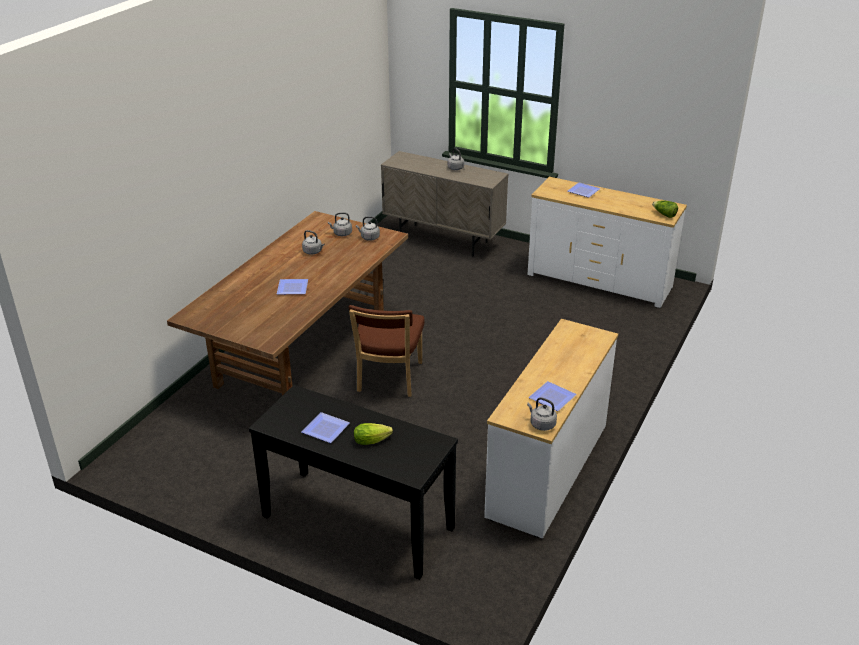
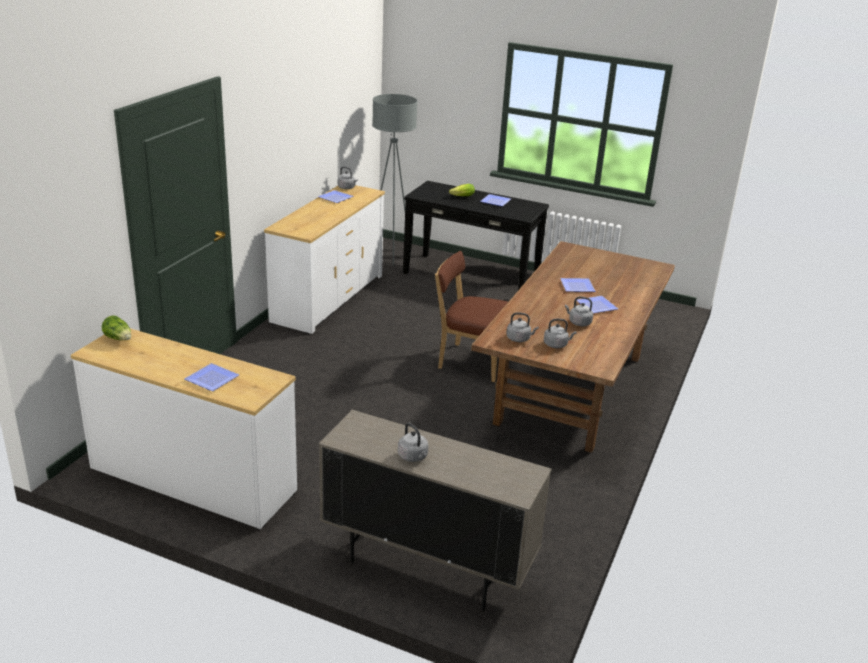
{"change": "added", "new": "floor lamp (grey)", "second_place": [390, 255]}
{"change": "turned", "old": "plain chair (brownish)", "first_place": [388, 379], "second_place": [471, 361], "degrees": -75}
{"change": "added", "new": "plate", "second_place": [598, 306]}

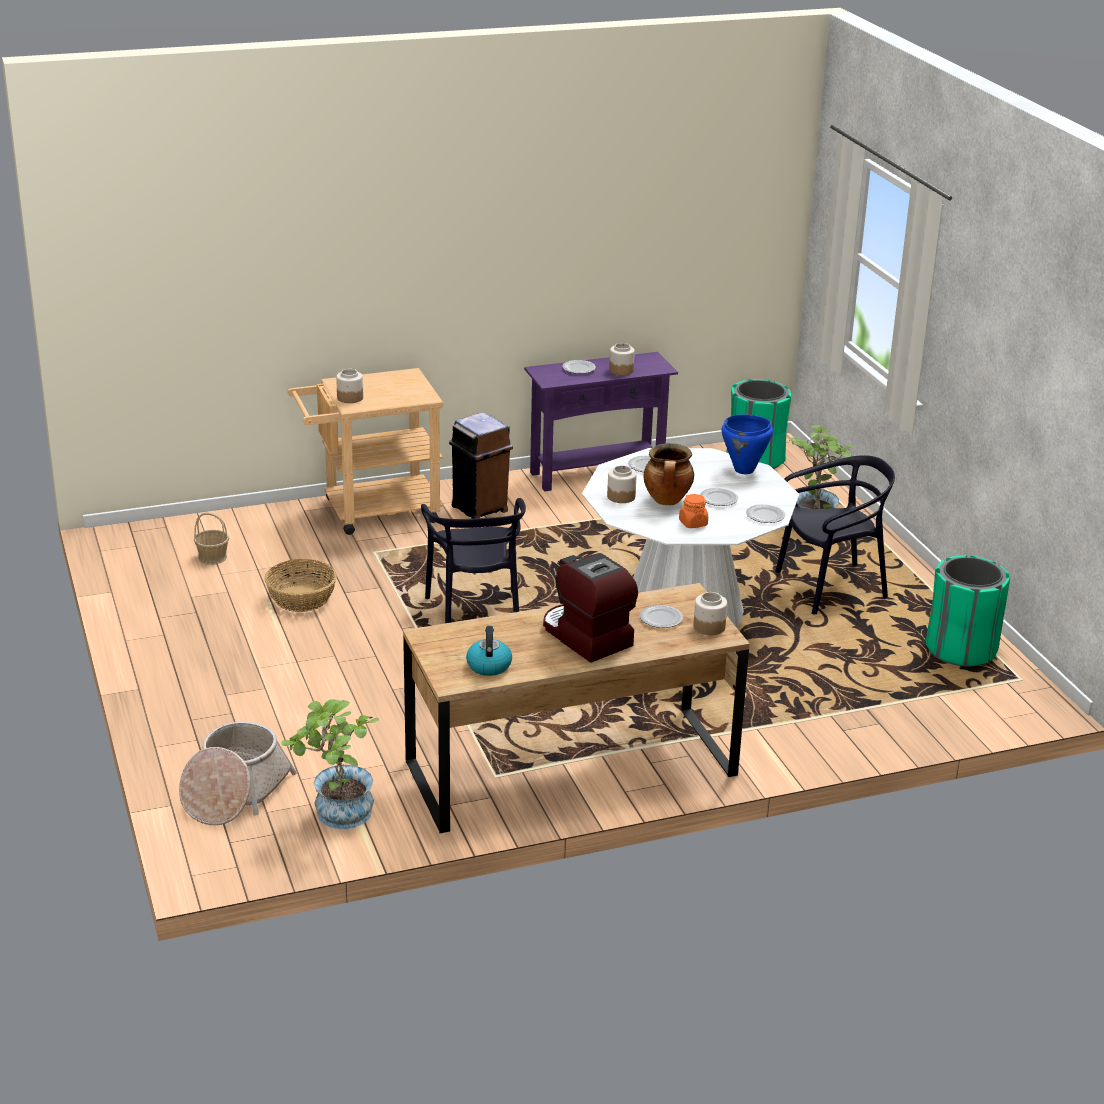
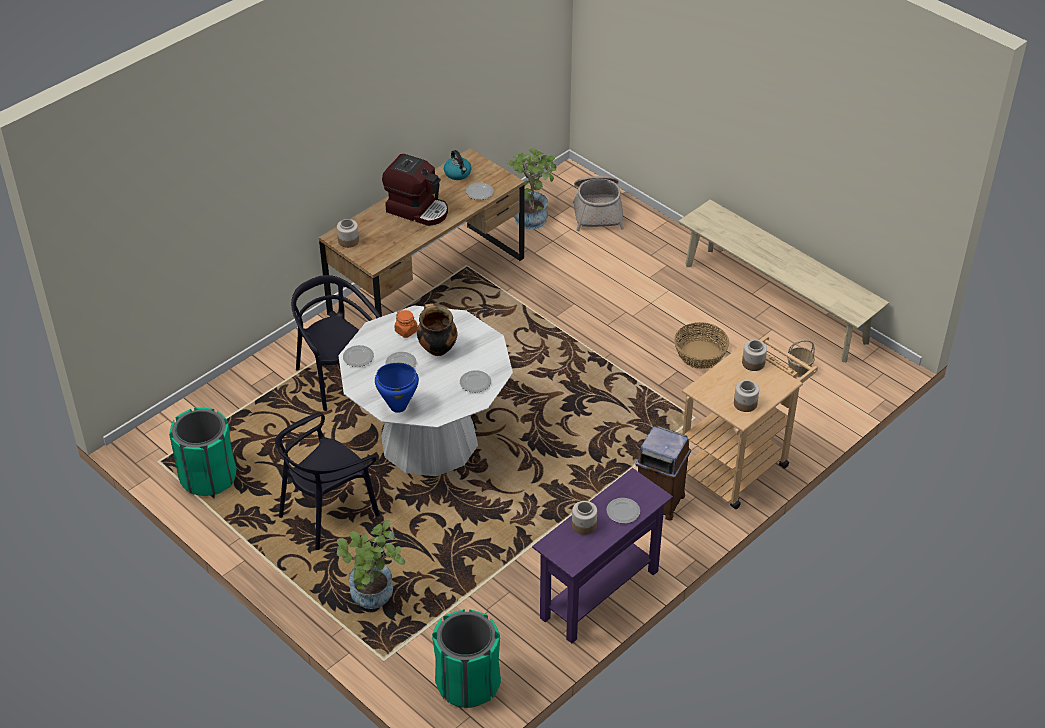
{"change": "moved", "old": "plain chair (blackish)", "first_place": [476, 616], "second_place": [338, 378]}
{"change": "moved", "old": "plate", "first_place": [661, 619], "second_place": [479, 192]}
{"change": "added", "new": "indoor bench (beige-coloured)", "second_place": [775, 303]}
{"change": "moved", "old": "storage jar", "first_place": [621, 496], "second_place": [745, 404]}

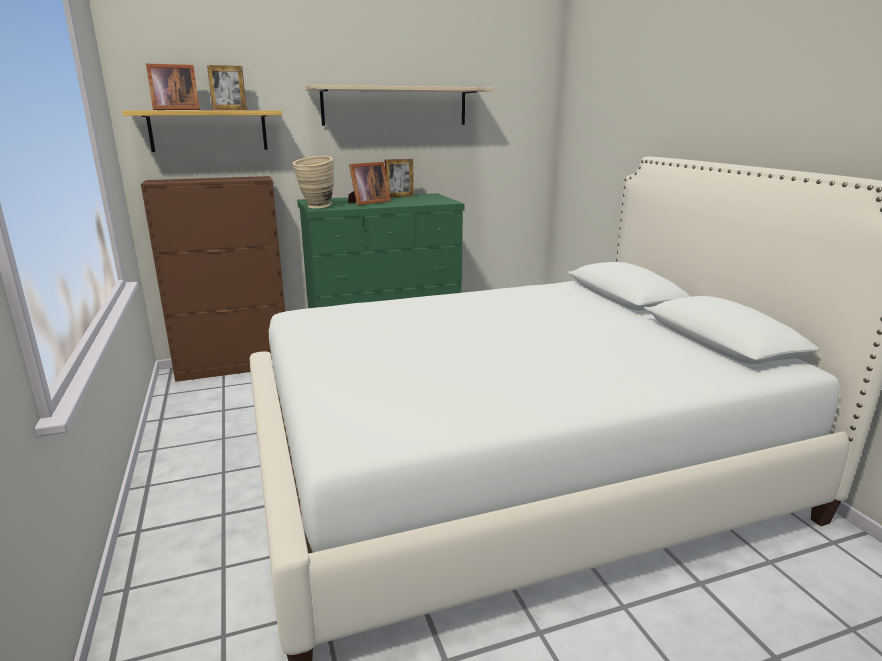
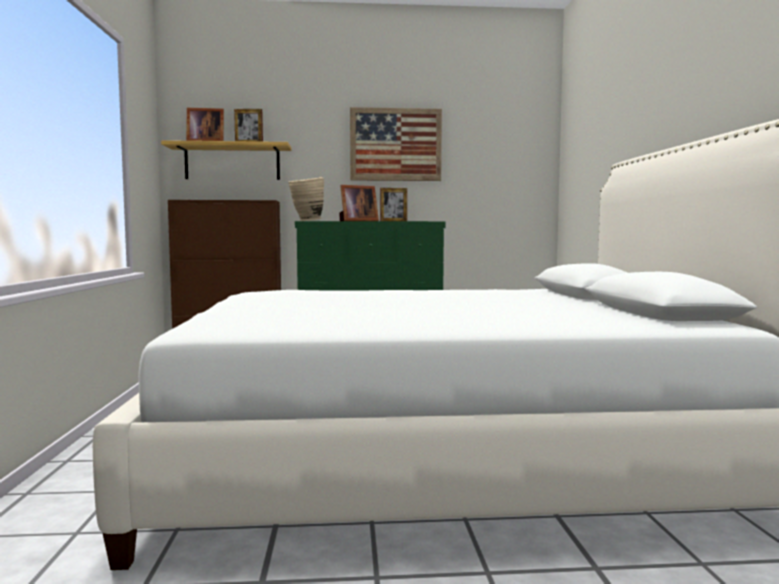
{"change": "replaced", "old": "wall shelf (beige-coloured)", "new": "wall picture", "first_place": [395, 106], "second_place": [395, 144]}

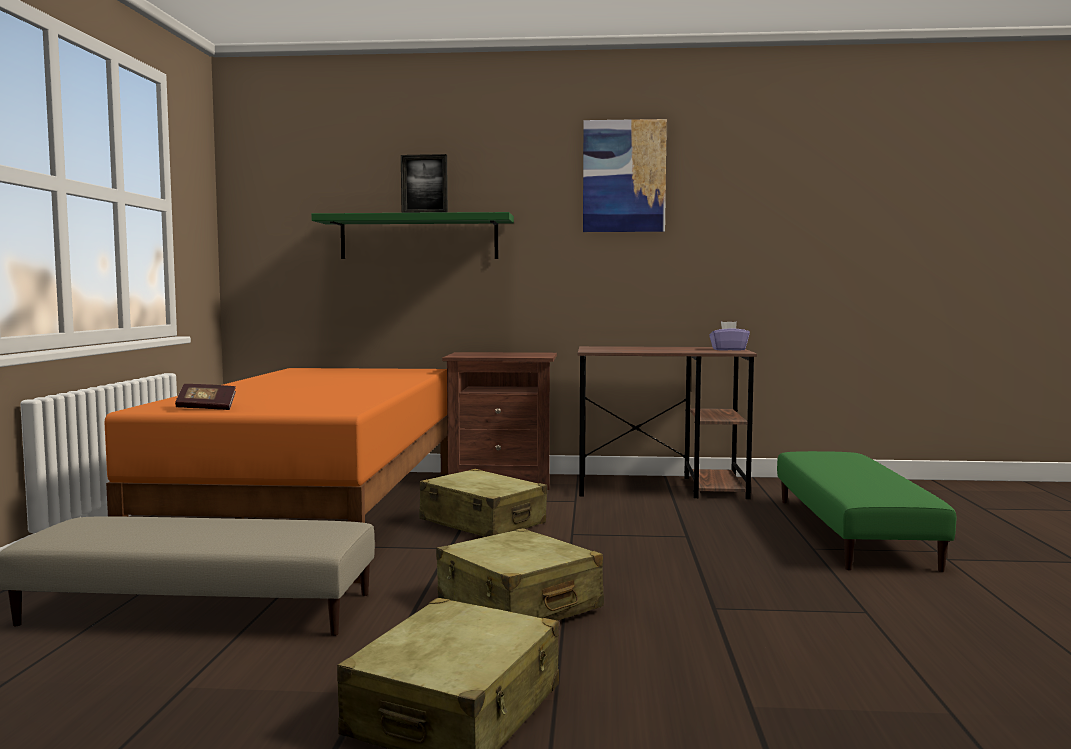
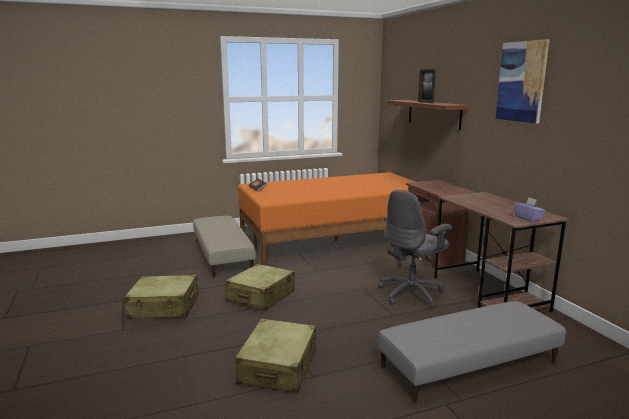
{"change": "moved", "old": "travel case (beige-coloured)", "first_place": [482, 522], "second_place": [278, 367]}
{"change": "added", "new": "office chair (grey)", "second_place": [412, 294]}
{"change": "recoloured", "old": "pouffe (greenish)", "new": "pouffe (grey)", "first_place": [850, 532], "second_place": [468, 364]}
{"change": "recoloured", "old": "wall shelf (greenish)", "new": "wall shelf (brownish)", "first_place": [419, 237], "second_place": [433, 114]}

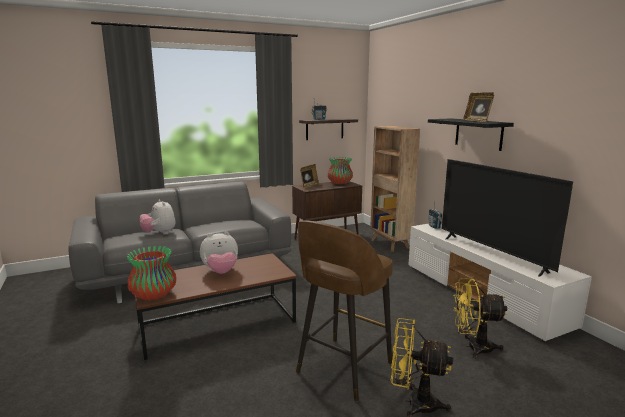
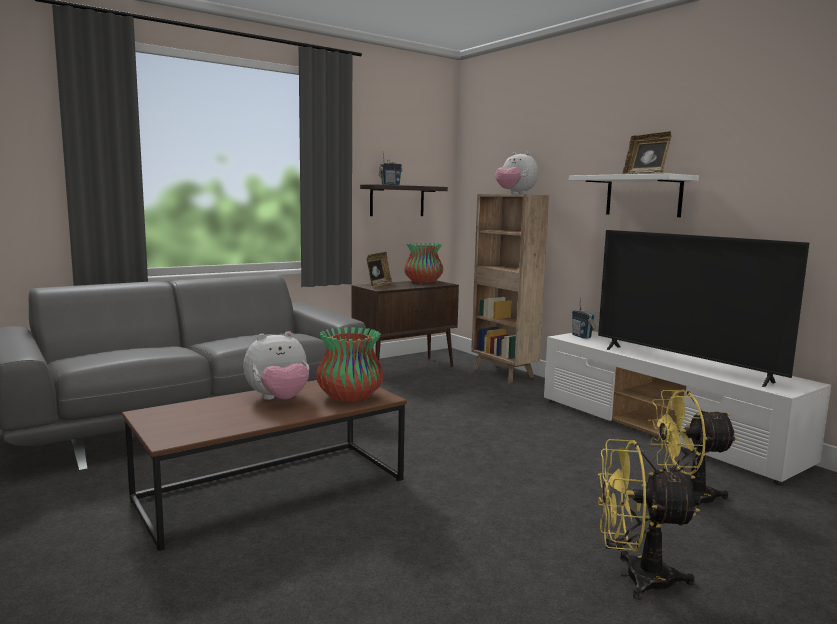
{"change": "moved", "old": "vase", "first_place": [153, 295], "second_place": [349, 397]}
{"change": "moved", "old": "plush toy", "first_place": [159, 233], "second_place": [515, 194]}
{"change": "recoloured", "old": "wall shelf (blackish)", "new": "wall shelf (white-coloured)", "first_place": [478, 134], "second_place": [643, 196]}
{"change": "removed", "old": "stool seat (brownish)", "first_place": [342, 369]}

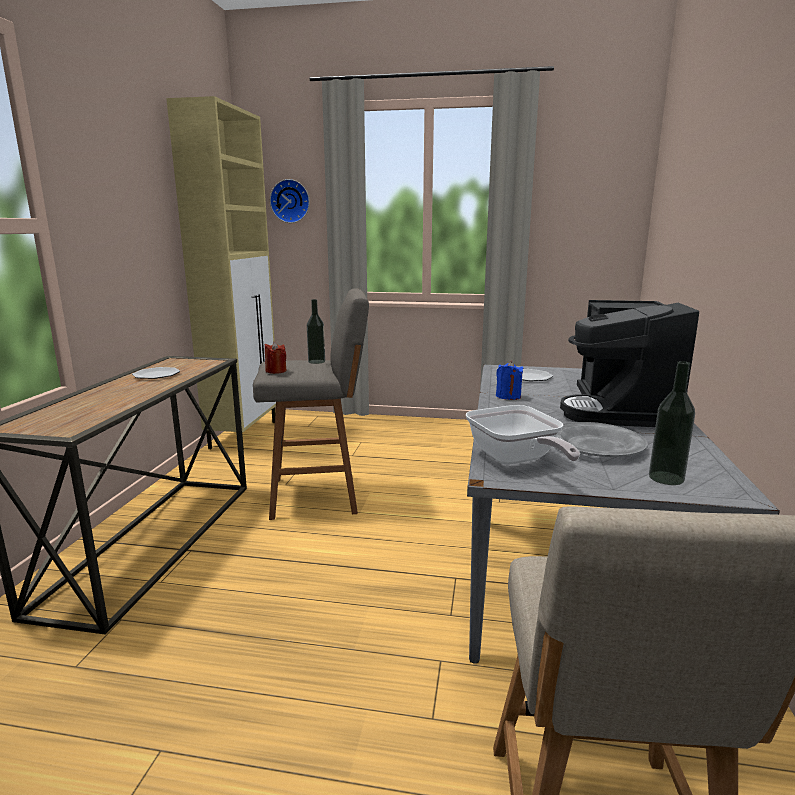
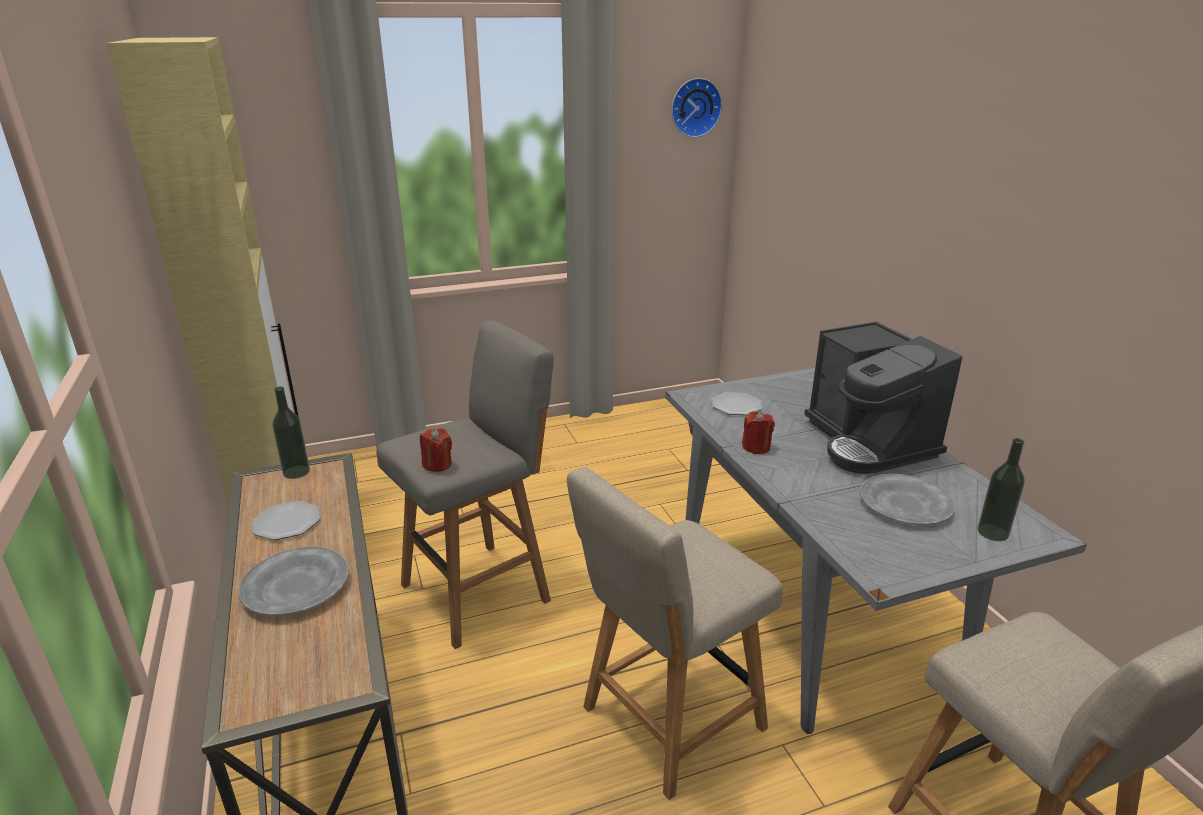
{"change": "added", "new": "plate (grey)", "second_place": [297, 586]}
{"change": "moved", "old": "bottle", "first_place": [316, 361], "second_place": [296, 472]}
{"change": "added", "new": "plain chair (beige-coloured)", "second_place": [666, 722]}
{"change": "moved", "old": "hanging clock", "first_place": [290, 201], "second_place": [694, 107]}
{"change": "recoloured", "old": "candle (blue-coloured)", "new": "candle (reddish)", "first_place": [508, 396], "second_place": [756, 447]}
{"change": "removed", "old": "skillet", "first_place": [515, 460]}

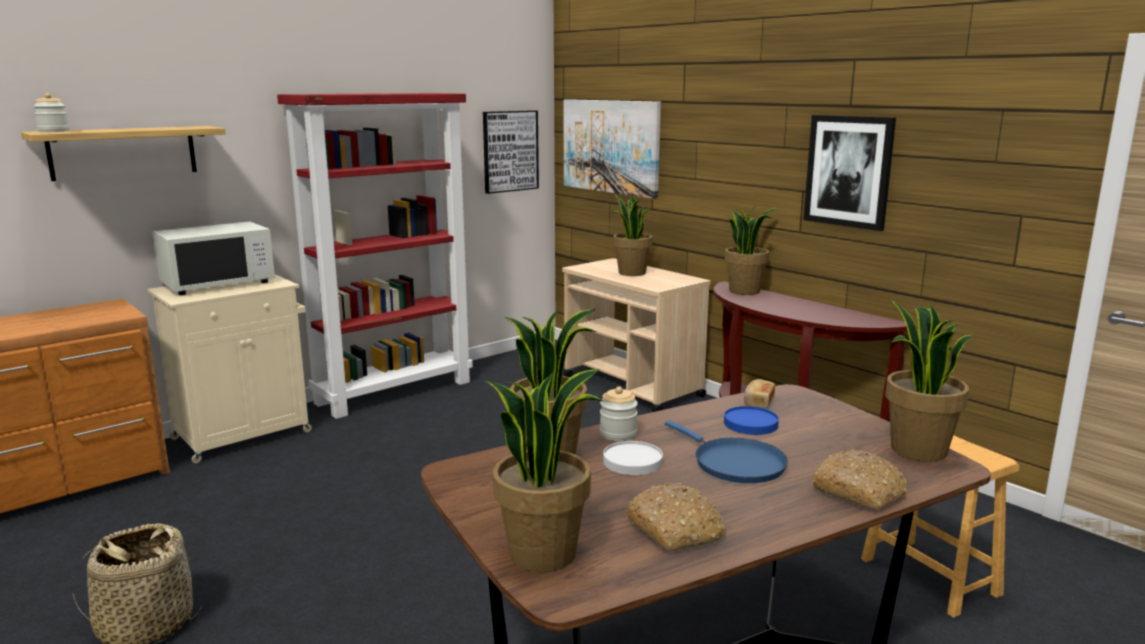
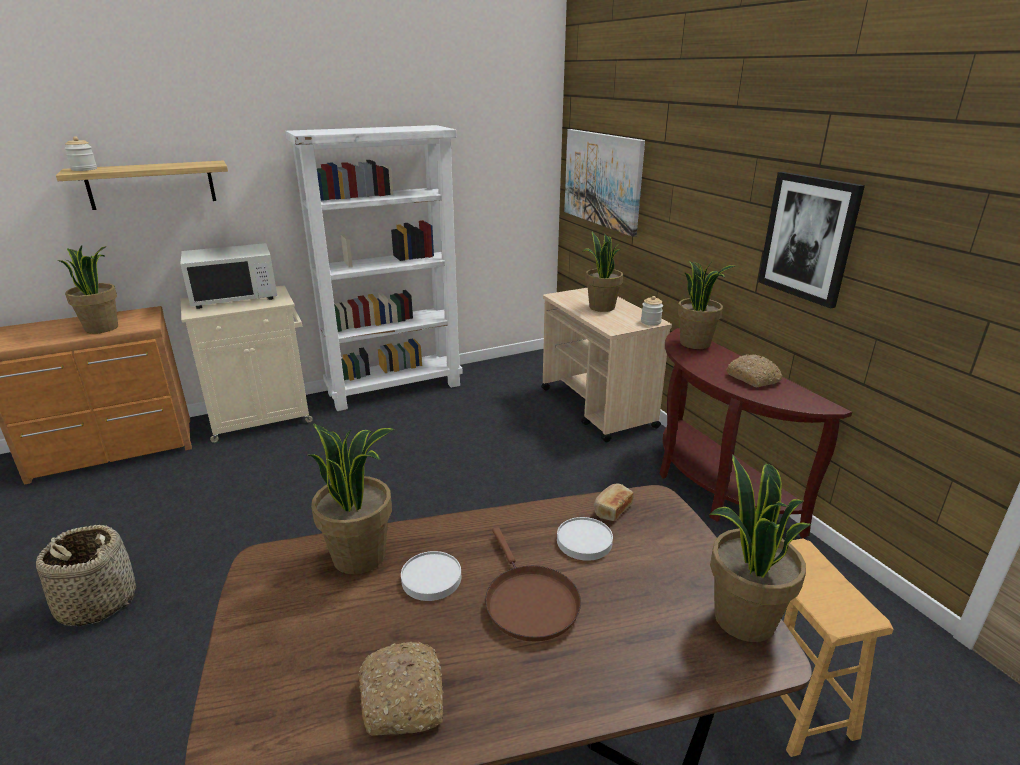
{"change": "moved", "old": "houseplant", "first_place": [543, 552], "second_place": [102, 328]}
{"change": "recoloured", "old": "shelving unit (reddish)", "new": "shelving unit (white-coloured)", "first_place": [395, 392], "second_place": [395, 388]}
{"change": "recoloured", "old": "skillet (blue-coloured)", "new": "skillet (brownish)", "first_place": [734, 464], "second_place": [529, 602]}
{"change": "recoloured", "old": "plate (blue-coloured)", "new": "plate (white-coloured)", "first_place": [750, 423], "second_place": [584, 541]}
{"change": "moved", "old": "storage jar", "first_place": [618, 434], "second_place": [650, 322]}
{"change": "moved", "old": "bakery bread", "first_place": [859, 492], "second_place": [753, 378]}
{"change": "removed", "old": "wall picture", "first_place": [510, 151]}

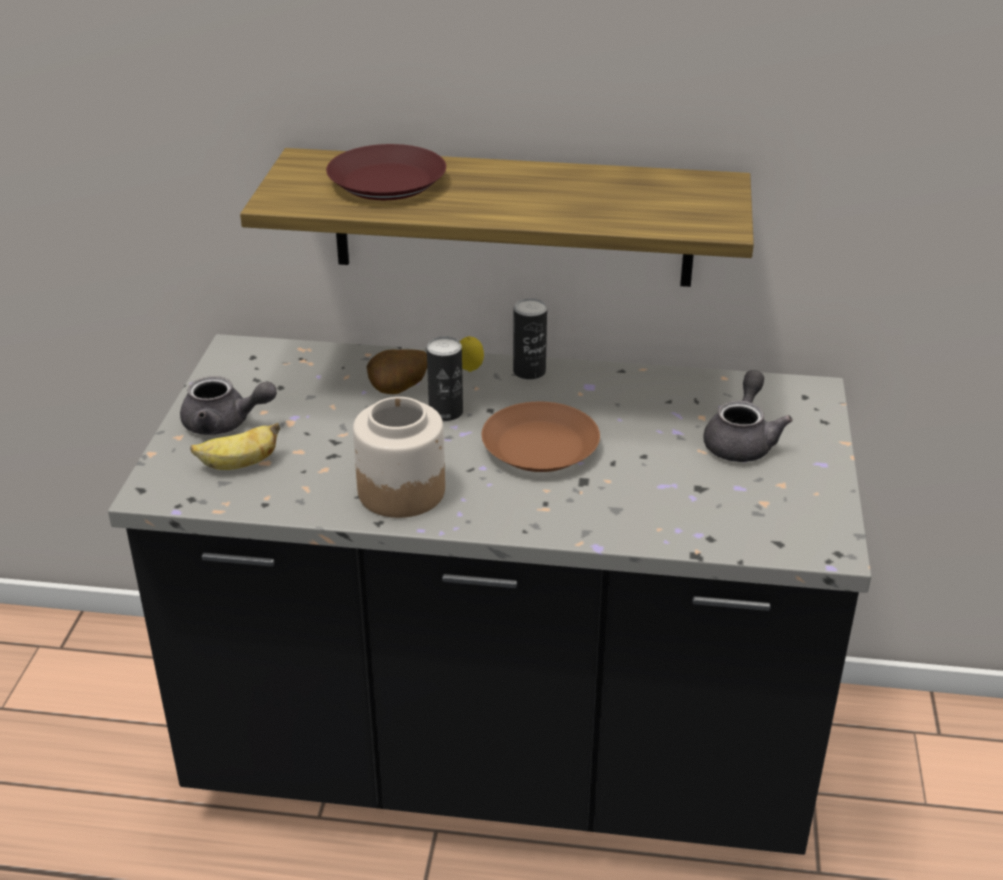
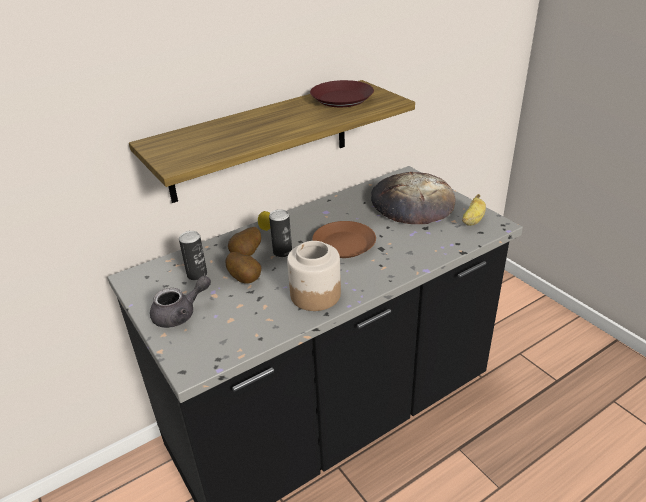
{"change": "moved", "old": "sealed can", "first_place": [529, 371], "second_place": [197, 274]}
{"change": "added", "new": "spud", "second_place": [246, 279]}
{"change": "moved", "old": "plate (brownish)", "first_place": [386, 182], "second_place": [341, 99]}
{"change": "replaced", "old": "teapot (grey)", "new": "bakery bread", "first_place": [741, 441], "second_place": [412, 203]}
{"change": "moved", "old": "banana", "first_place": [238, 465], "second_place": [472, 221]}

